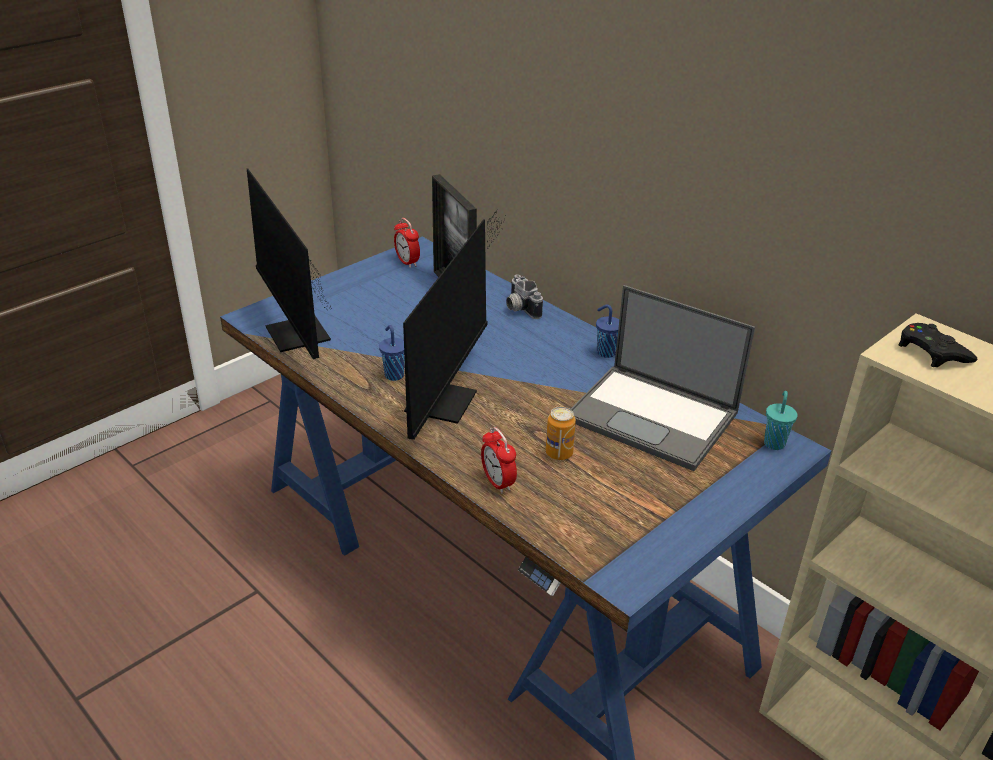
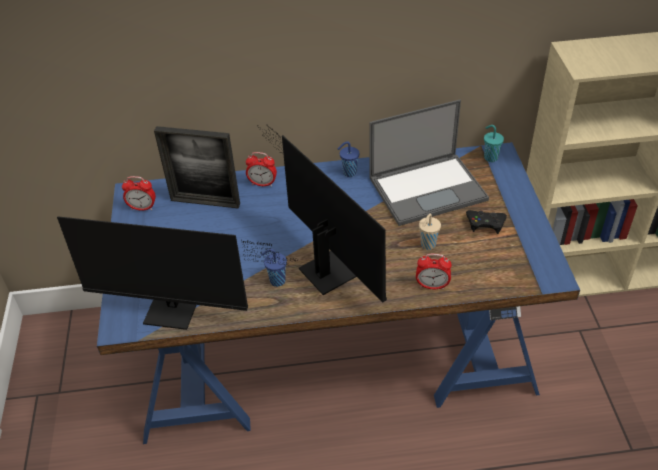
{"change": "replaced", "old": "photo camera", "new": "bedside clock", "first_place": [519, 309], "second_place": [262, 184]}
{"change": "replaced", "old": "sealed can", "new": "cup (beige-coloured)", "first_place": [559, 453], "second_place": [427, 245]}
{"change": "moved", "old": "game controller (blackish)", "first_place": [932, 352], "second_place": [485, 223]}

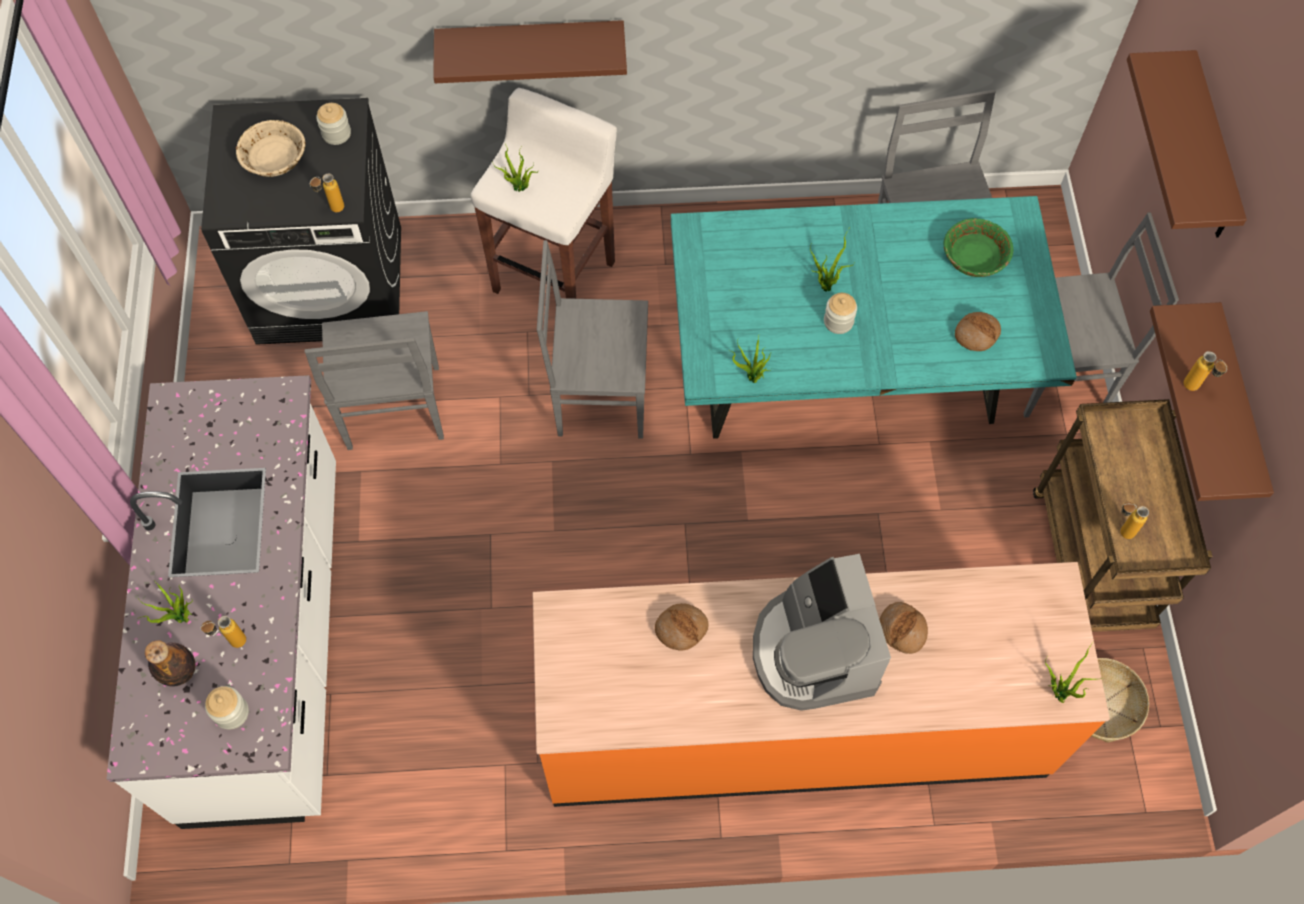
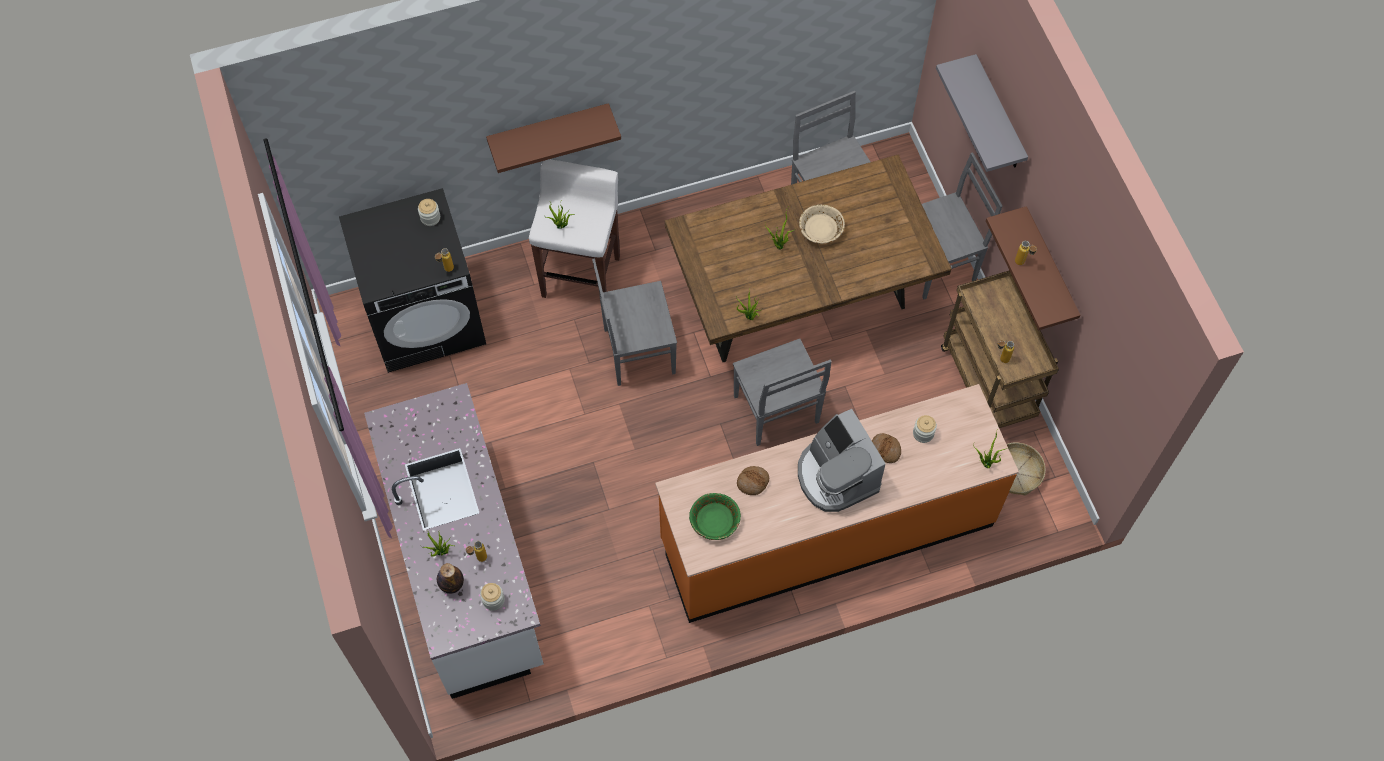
{"change": "recoloured", "old": "dining table (turquoise-coloured)", "new": "dining table (brownish)", "first_place": [848, 378], "second_place": [801, 300]}
{"change": "moved", "old": "bowl (greenish)", "first_place": [974, 257], "second_place": [714, 521]}
{"change": "moved", "old": "plain chair (grey)", "first_place": [393, 411], "second_place": [777, 411]}
{"change": "moved", "old": "bowl (beige-coloured)", "first_place": [274, 158], "second_place": [821, 229]}
{"change": "moved", "old": "storage jar", "first_place": [838, 321], "second_place": [923, 433]}
{"change": "recoloured", "old": "wall shelf (brownish)", "new": "wall shelf (grey)", "first_place": [1210, 152], "second_place": [998, 116]}
{"change": "removed", "old": "bakery bread", "first_place": [976, 334]}

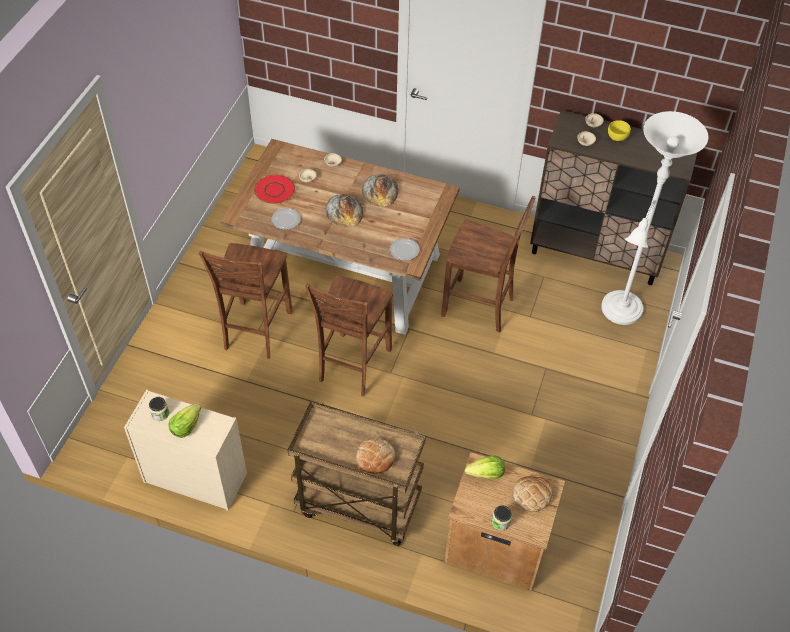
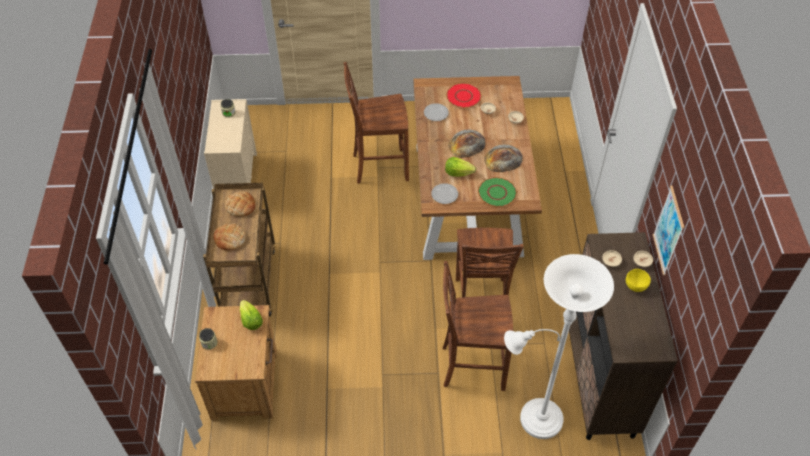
{"change": "moved", "old": "bakery bread", "first_place": [532, 495], "second_place": [240, 206]}
{"change": "moved", "old": "plain chair (brownish)", "first_place": [352, 366], "second_place": [471, 366]}
{"change": "moved", "old": "lettuce head", "first_place": [186, 427], "second_place": [458, 173]}
{"change": "added", "new": "plate (greenish)", "second_place": [497, 193]}
{"change": "added", "new": "wall picture", "second_place": [668, 231]}

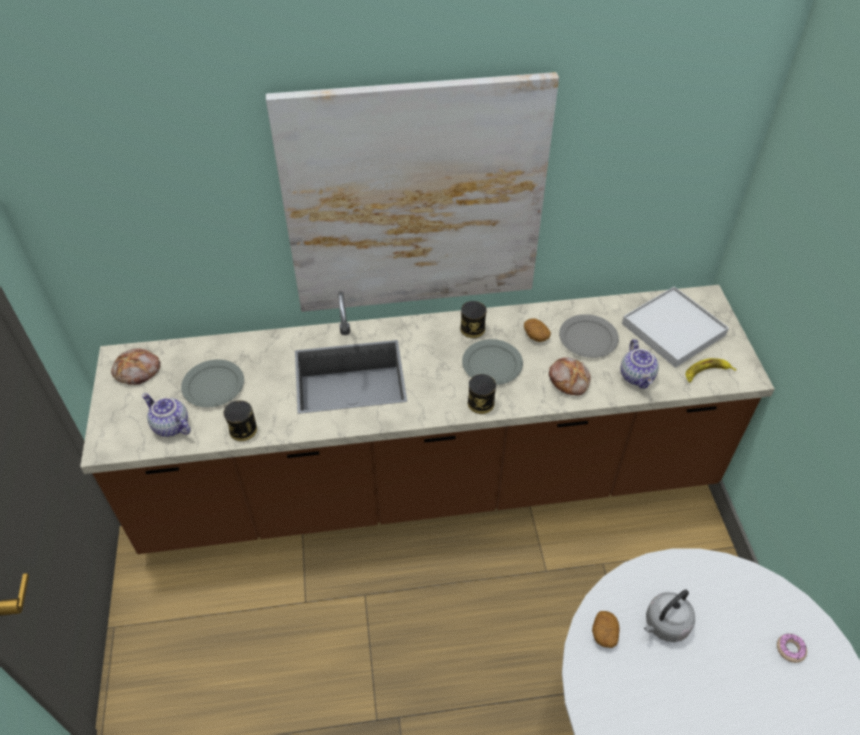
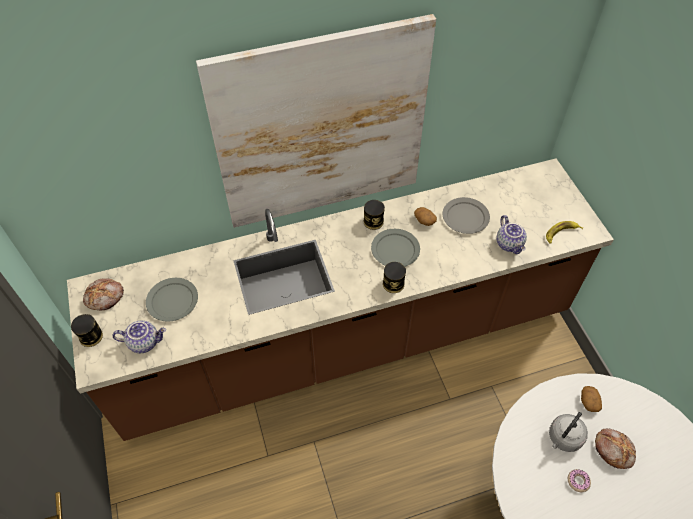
{"change": "moved", "old": "sealed can", "first_place": [243, 429], "second_place": [91, 336]}
{"change": "turned", "old": "teapot", "first_place": [170, 426], "second_place": [144, 342], "degrees": 150}
{"change": "moved", "old": "doughnut", "first_place": [790, 649], "second_place": [578, 481]}
{"change": "moved", "old": "spud", "first_place": [604, 633], "second_place": [588, 402]}
{"change": "moved", "old": "bakery bread", "first_place": [569, 380], "second_place": [613, 450]}
{"change": "removed", "old": "tray (white-coloured)", "first_place": [673, 329]}

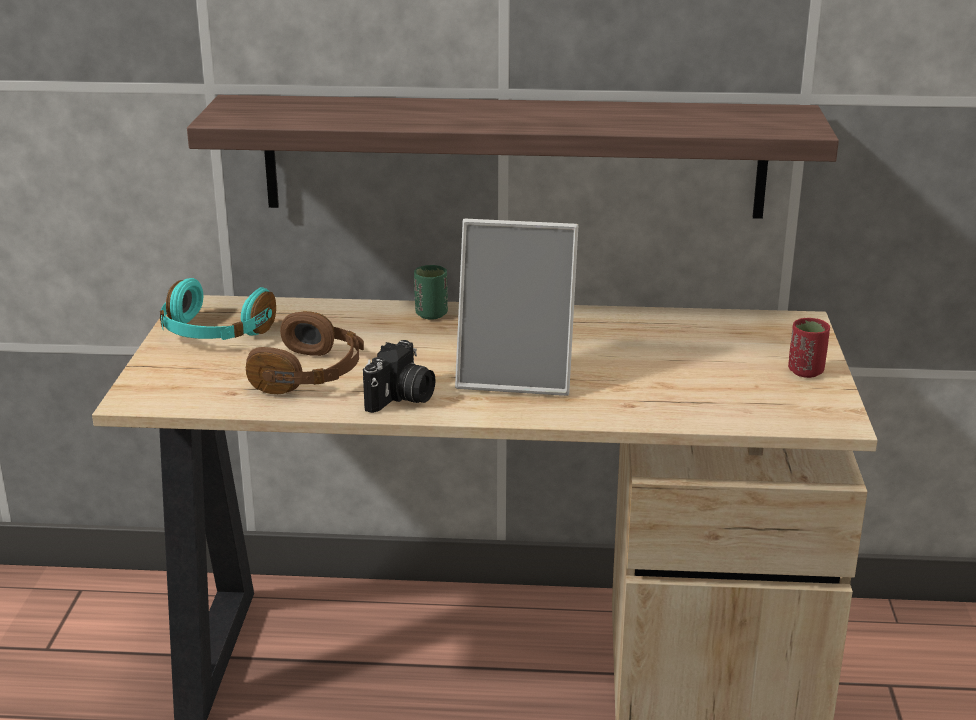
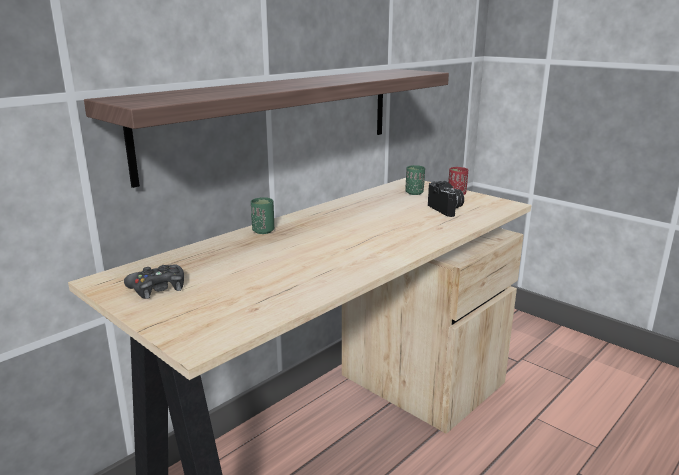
{"change": "replaced", "old": "headphones (turquoise-coloured)", "new": "game controller (blackish)", "first_place": [214, 334], "second_place": [158, 288]}
{"change": "added", "new": "cup (greenish)", "second_place": [414, 193]}
{"change": "moved", "old": "photo camera", "first_place": [401, 398], "second_place": [447, 209]}
{"change": "removed", "old": "headphones (brownish)", "first_place": [311, 375]}
{"change": "removed", "old": "standing frame", "first_place": [517, 375]}

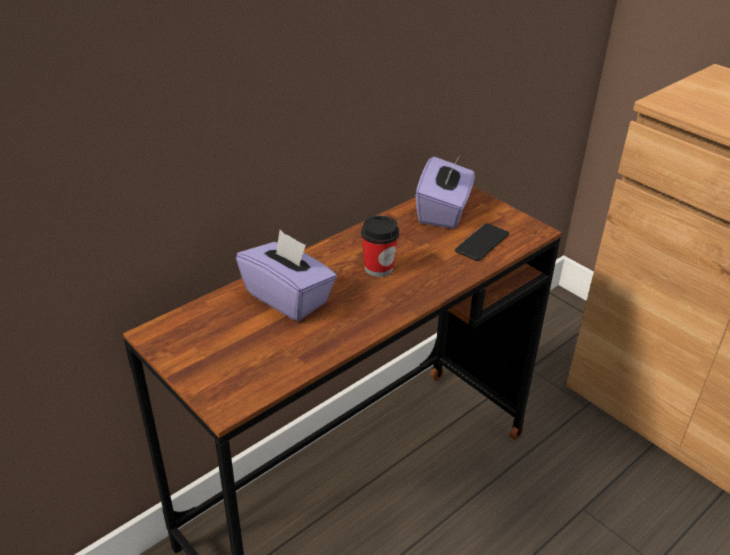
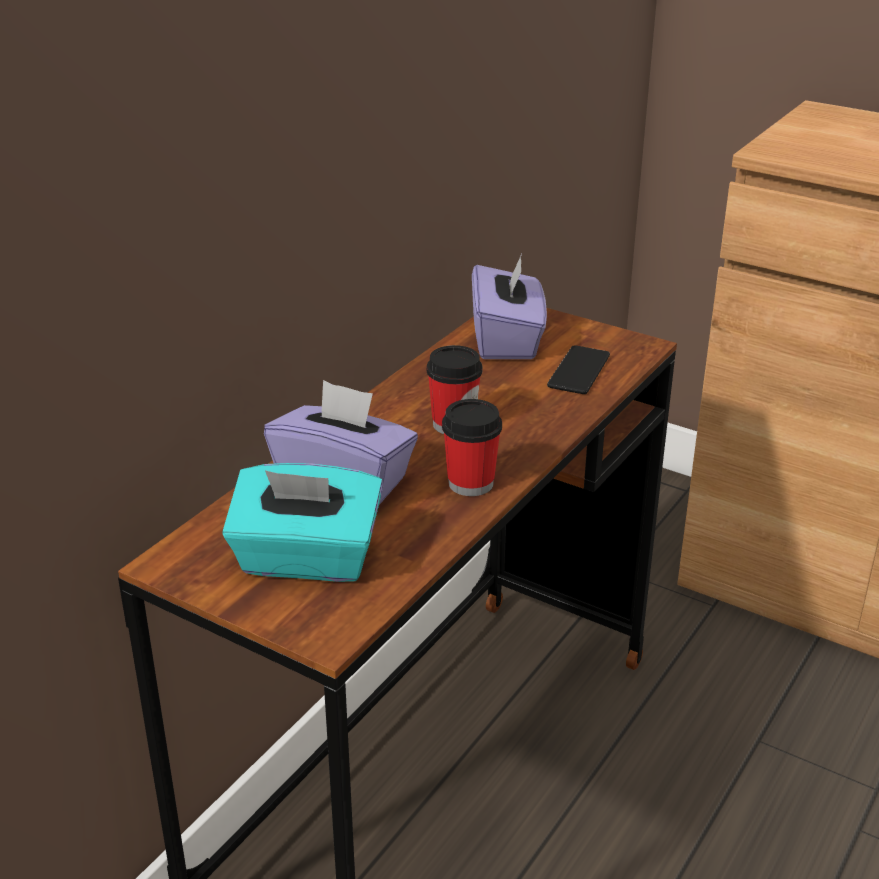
{"change": "added", "new": "box of tissues (turquoise-coloured)", "second_place": [306, 560]}
{"change": "added", "new": "cup", "second_place": [470, 483]}

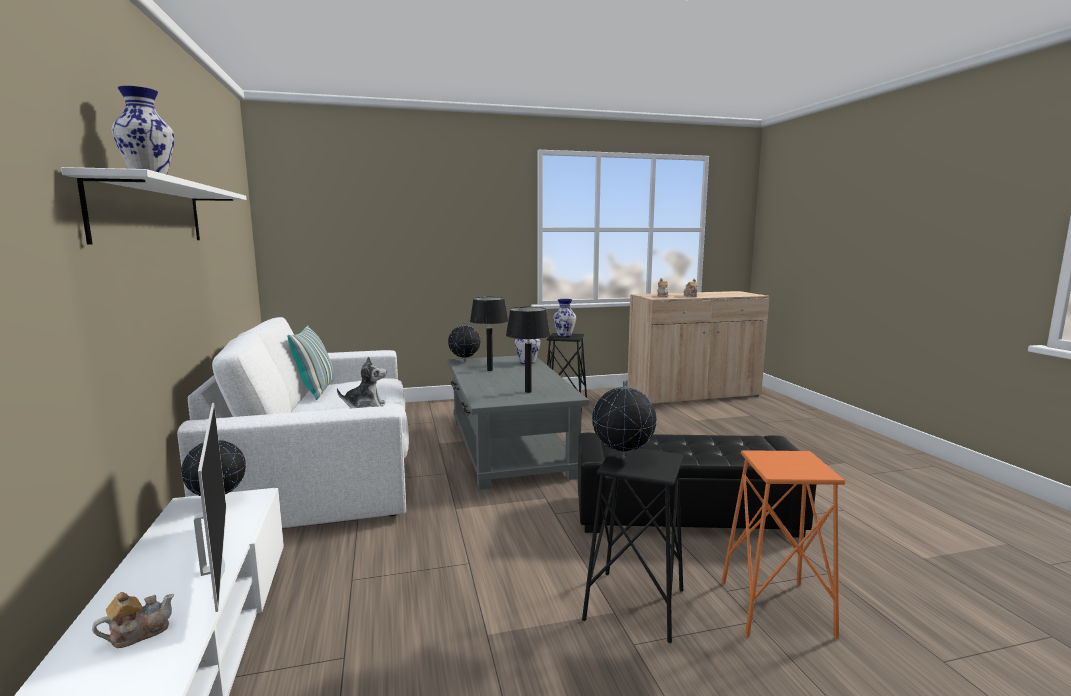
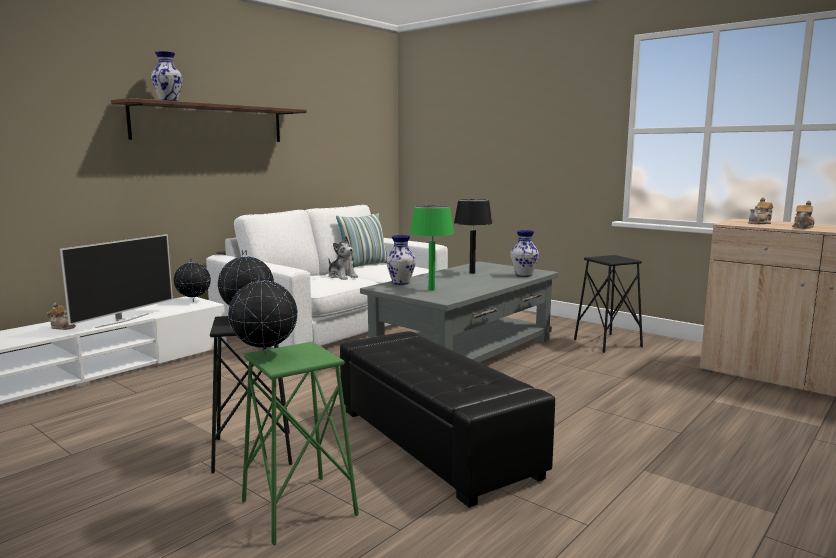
{"change": "recoloured", "old": "wall shelf (white-coloured)", "new": "wall shelf (brownish)", "first_place": [151, 213], "second_place": [210, 123]}
{"change": "moved", "old": "world globe", "first_place": [464, 361], "second_place": [265, 355]}
{"change": "recoloured", "old": "stool seat (orangey)", "new": "stool seat (greenish)", "first_place": [774, 608], "second_place": [299, 508]}
{"change": "moved", "old": "vase", "first_place": [564, 335], "second_place": [400, 283]}
{"change": "recoloured", "old": "table lamp (blackish)", "new": "table lamp (greenish)", "first_place": [528, 391], "second_place": [431, 289]}

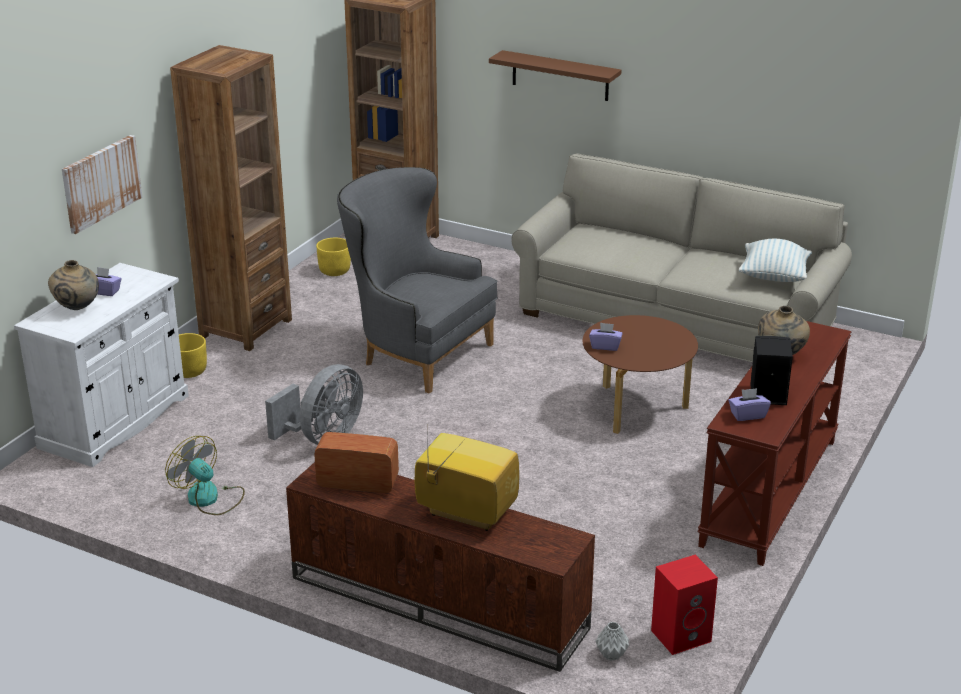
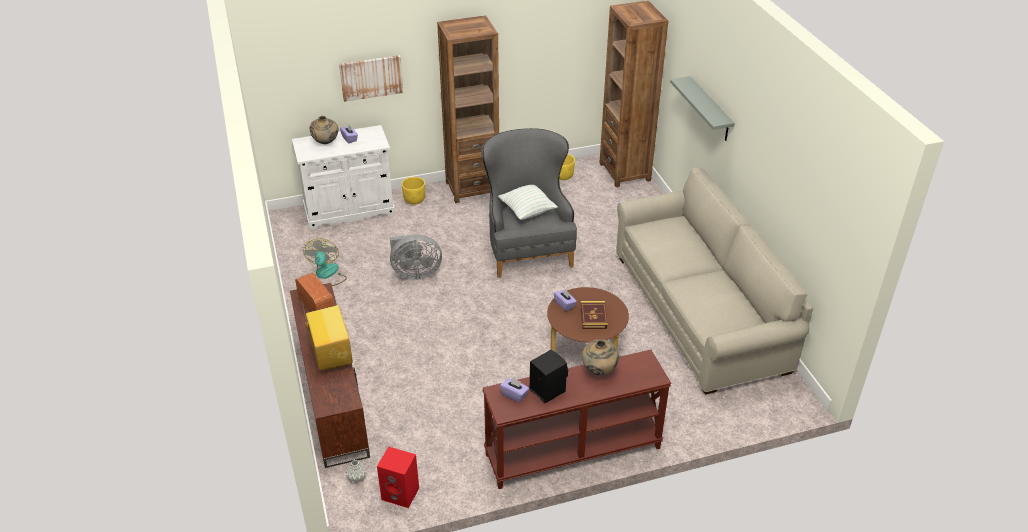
{"change": "moved", "old": "cushion", "first_place": [773, 277], "second_place": [527, 211]}
{"change": "added", "new": "volume", "second_place": [593, 317]}
{"change": "recoloured", "old": "wall shelf (brownish)", "new": "wall shelf (grey)", "first_place": [560, 76], "second_place": [710, 109]}

